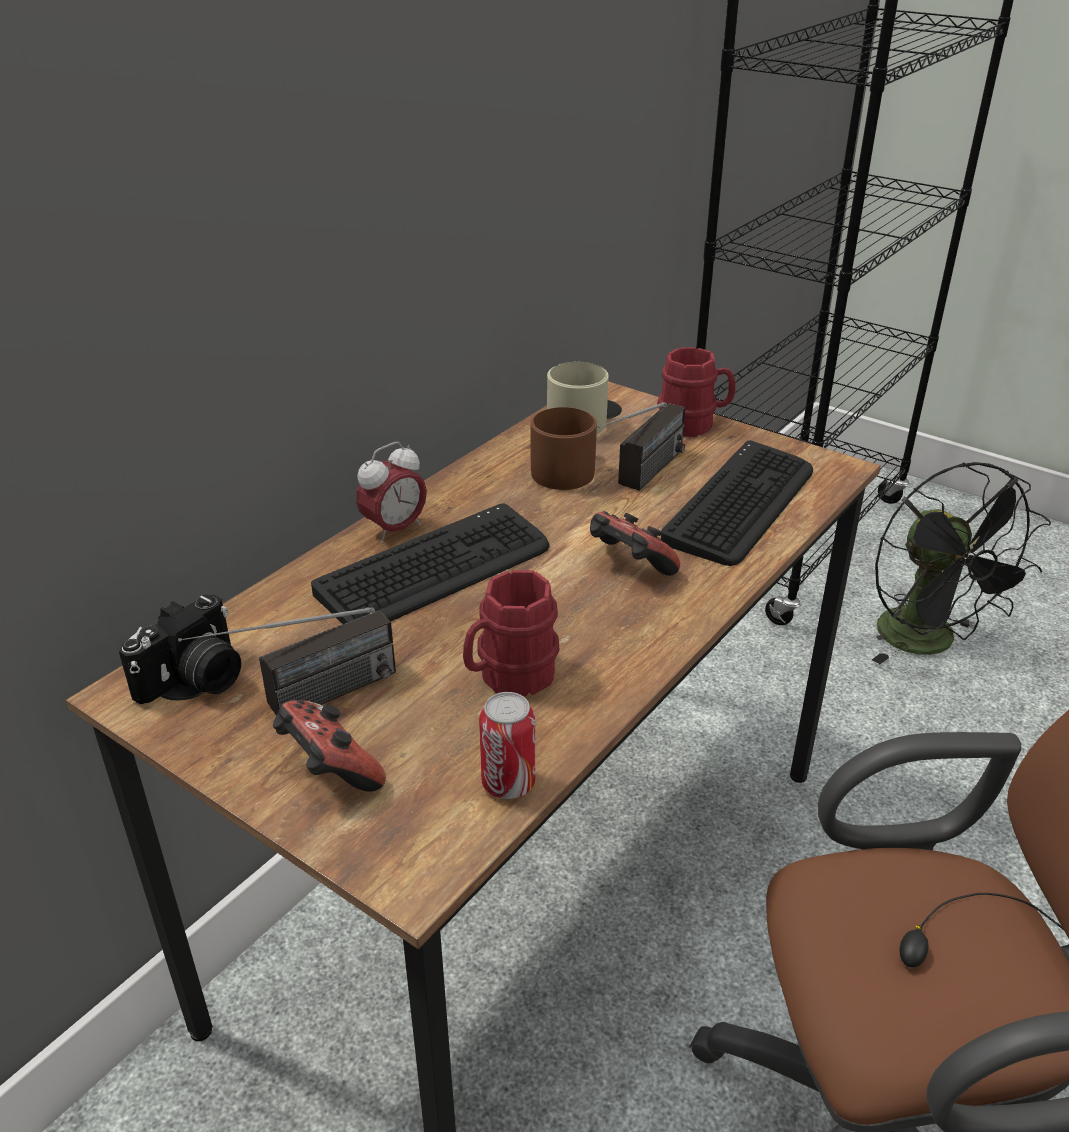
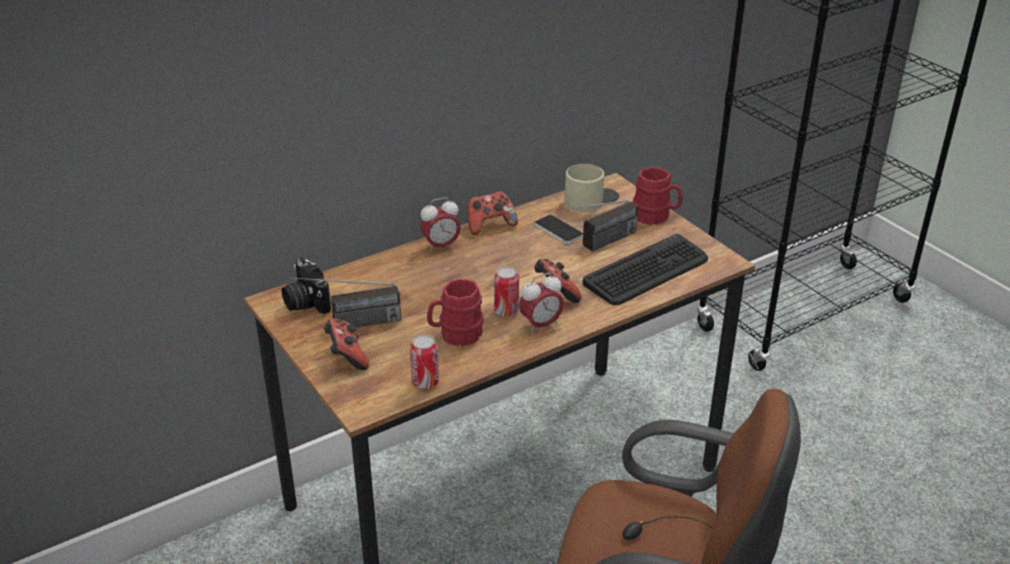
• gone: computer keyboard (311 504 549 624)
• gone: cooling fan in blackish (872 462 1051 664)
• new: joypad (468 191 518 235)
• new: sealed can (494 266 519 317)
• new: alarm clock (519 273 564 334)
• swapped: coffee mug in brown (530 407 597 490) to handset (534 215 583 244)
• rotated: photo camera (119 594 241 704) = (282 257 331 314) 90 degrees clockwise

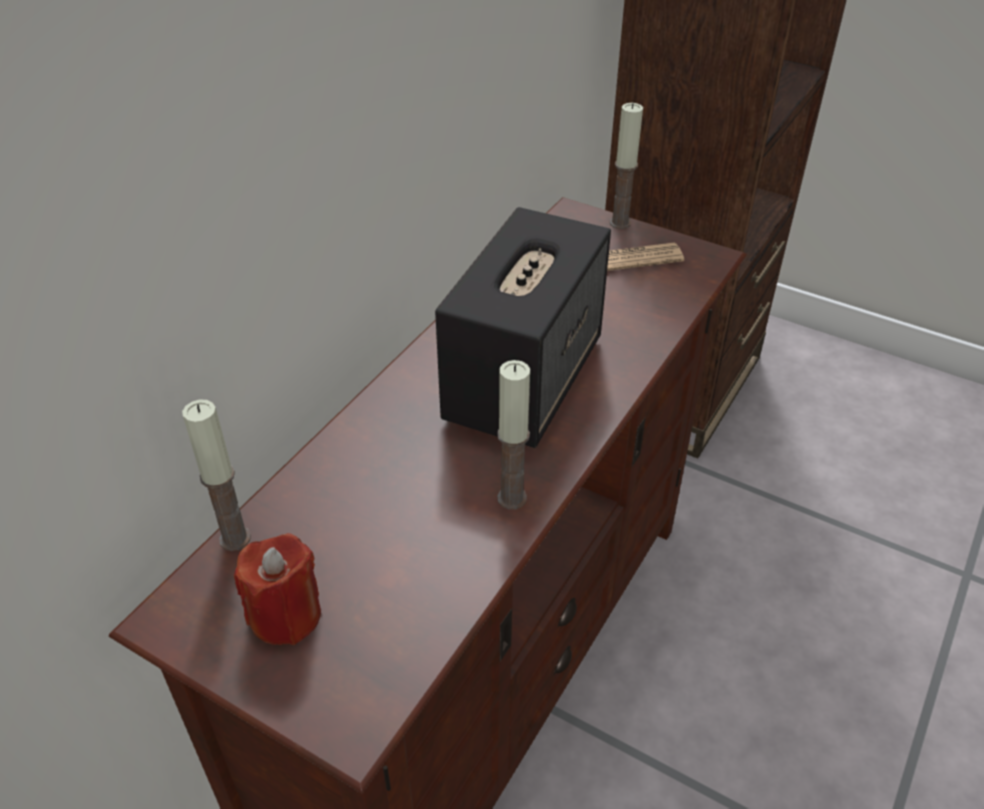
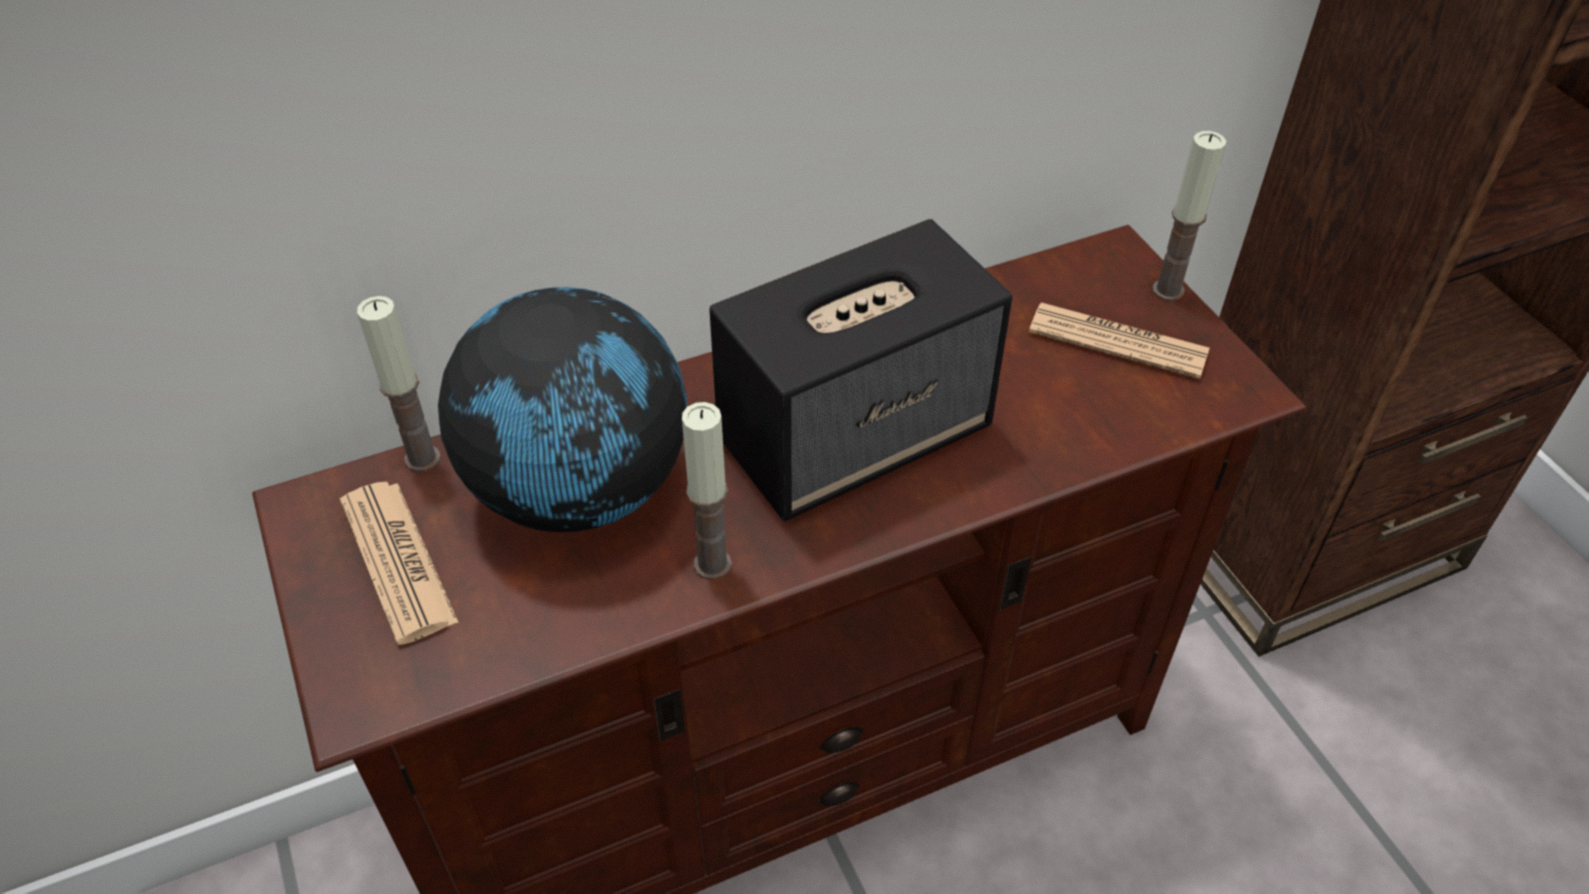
• new: globe (438 287 687 532)
• swapped: wax light in red-coloured (234 533 321 645) to daily paper (340 482 459 645)

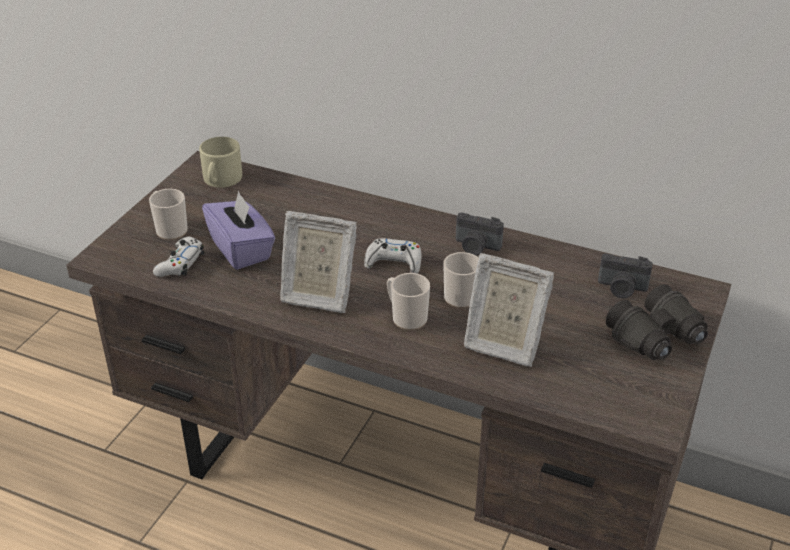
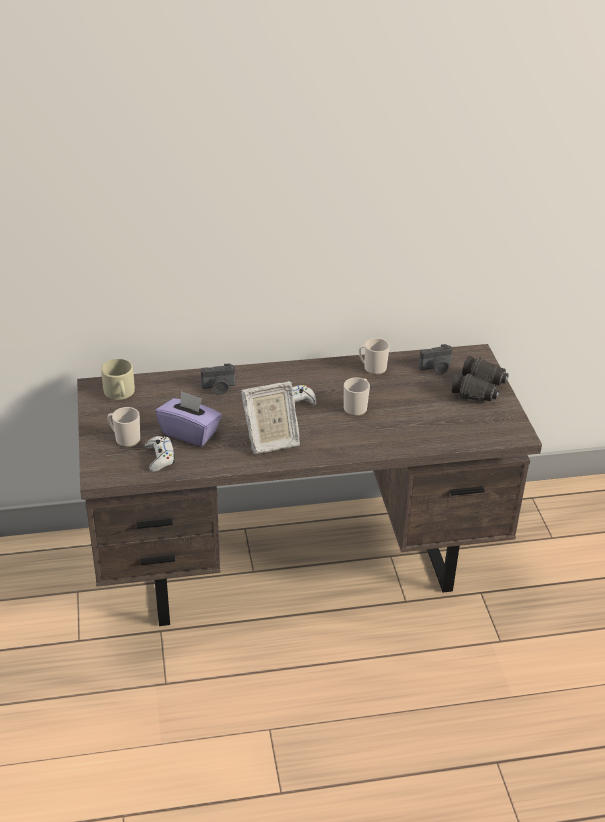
• gone: standing frame (464 253 554 367)
• shifted: coffee mug (387 273 430 330) to (359 338 390 375)
• shifted: photo camera (456 212 504 256) to (201 364 235 394)

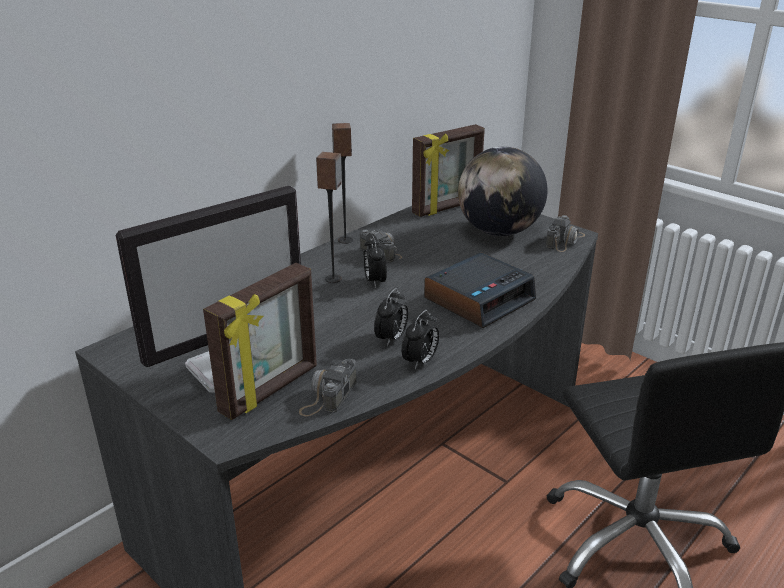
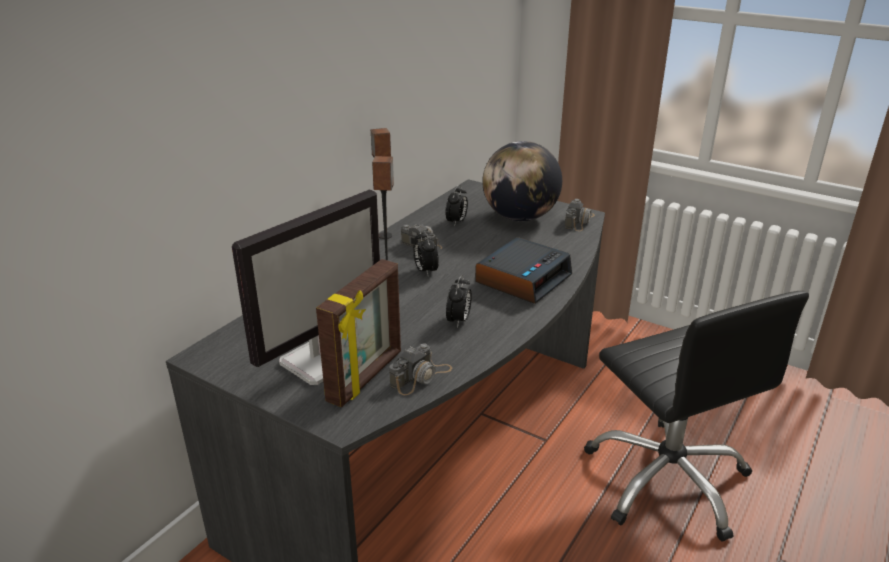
• gone: standing frame (412 124 485 217)
• shifted: alarm clock (401 310 439 370) to (445 184 468 225)
• rotated: photo camera (299 358 357 416) = (389 343 452 395) 150 degrees counterclockwise

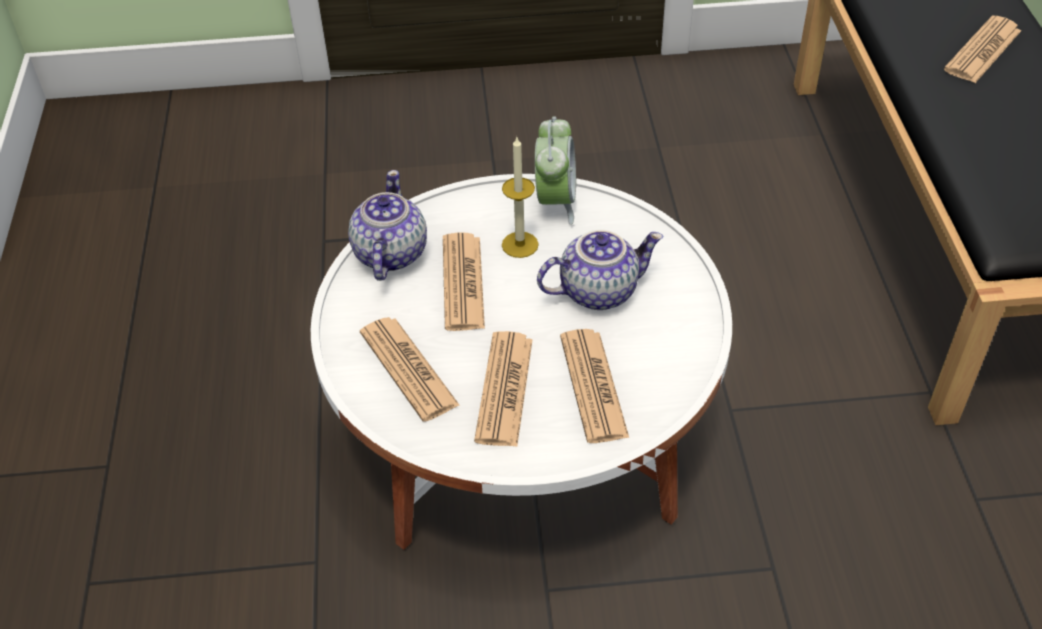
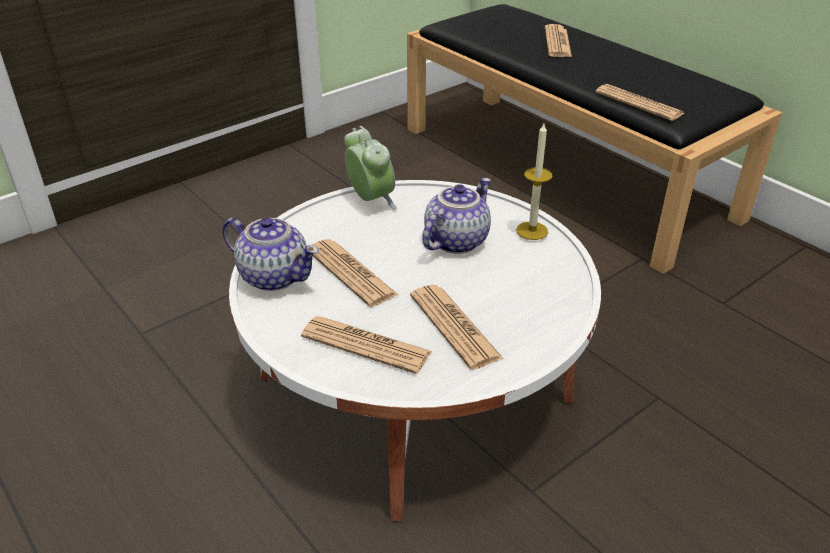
• shifted: wax light (502 137 539 258) to (516 123 553 240)
• shifted: daily paper (560 329 629 443) to (596 84 685 121)
• rotated: pot for tea (348 170 427 281) = (222 217 319 291) 150 degrees clockwise

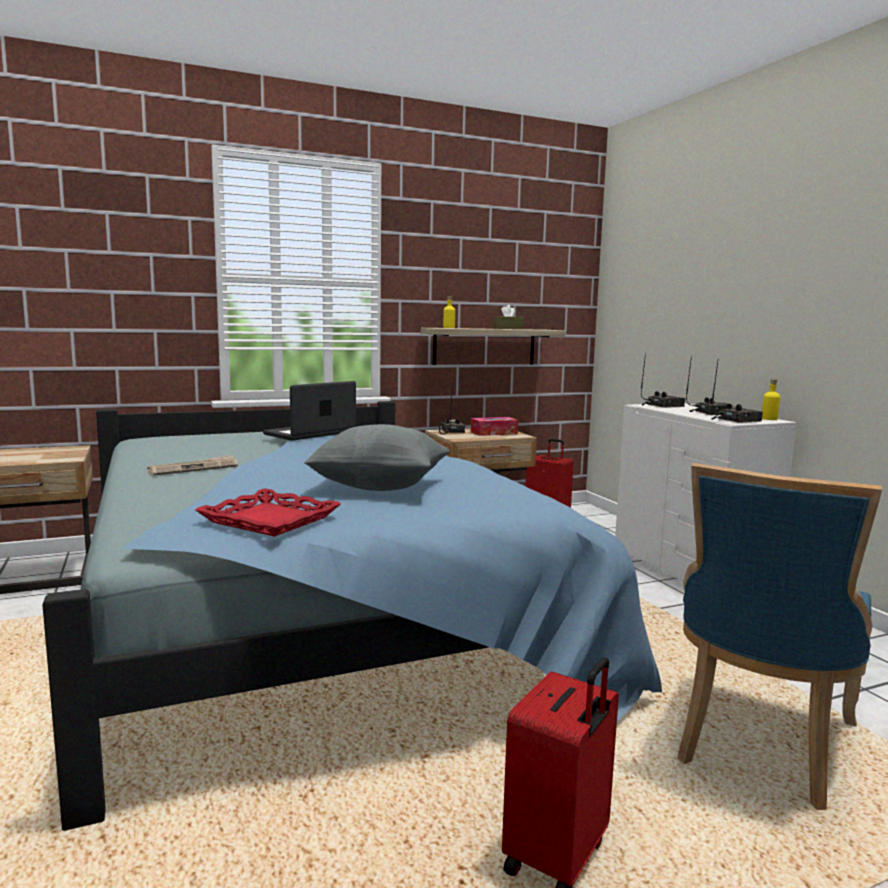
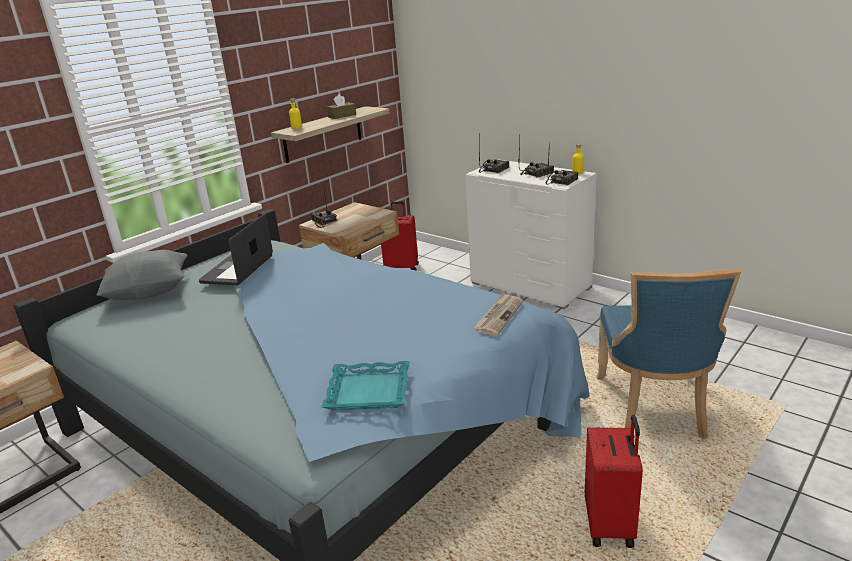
• gone: tissue box (471 417 518 436)
• shifted: daily paper (147 455 238 476) to (473 293 523 336)
• shifted: pillow in grey (304 424 450 491) to (97 250 188 300)
• repainted: serving tray in red-coloured (195 488 341 537) to serving tray in turquoise (321 361 410 410)

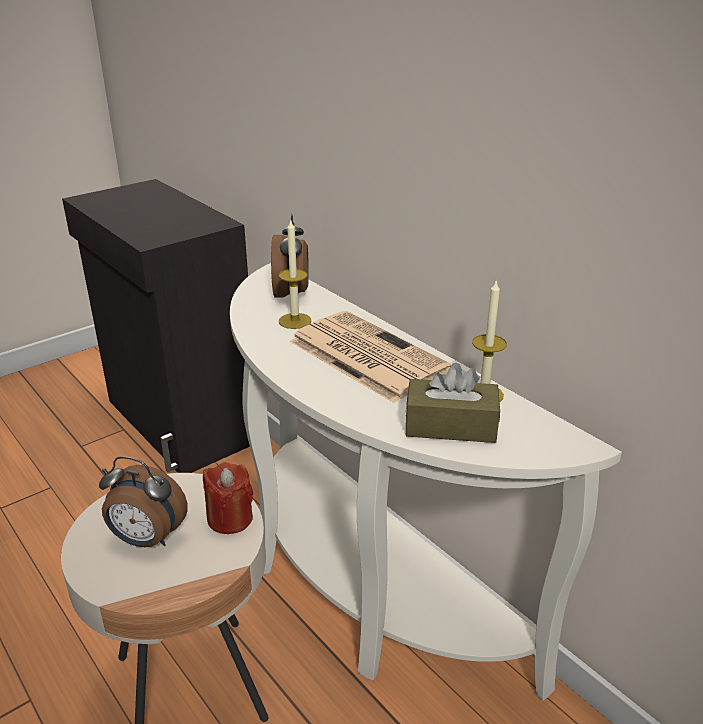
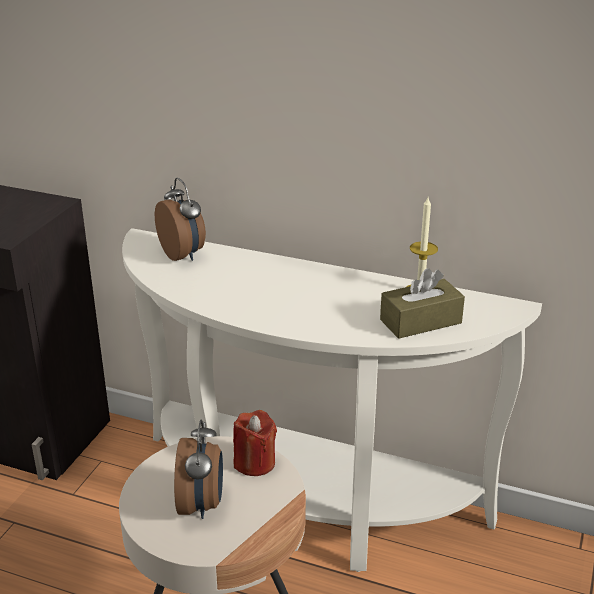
• gone: wax light (279 220 312 329)
• gone: daily paper (289 311 452 403)
• rotated: alarm clock (99 456 188 547) = (174 419 223 519) 75 degrees counterclockwise

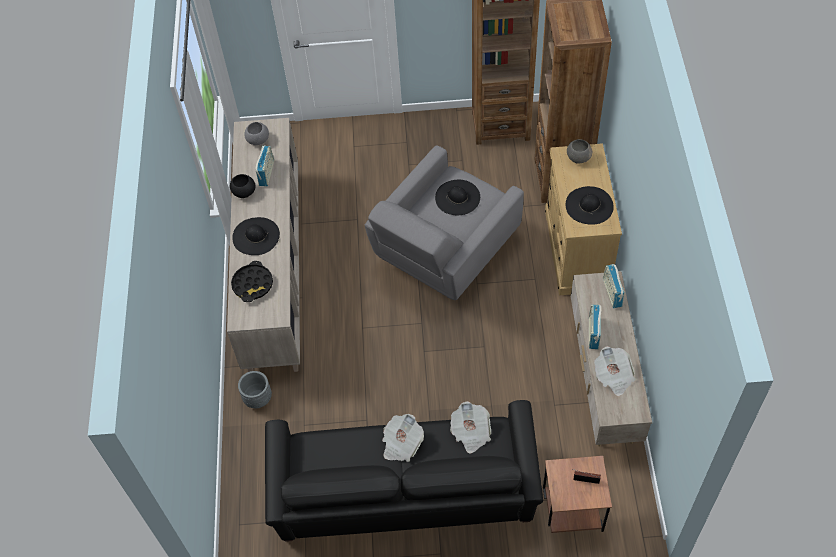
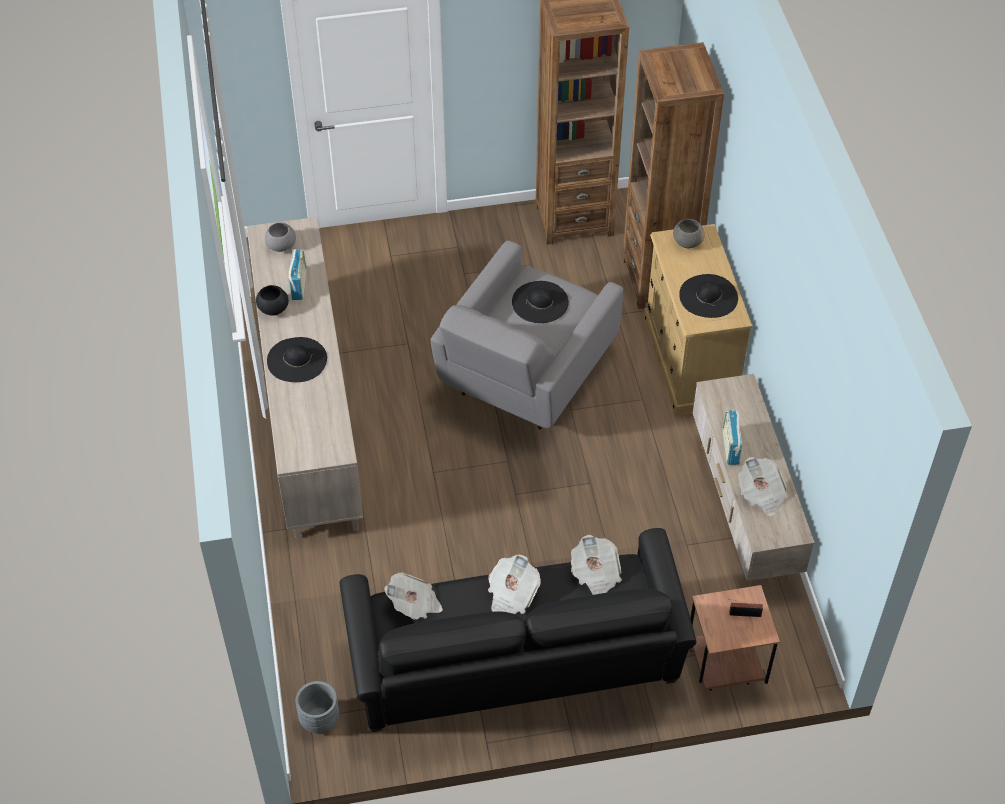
• gone: serving tray in blackish (231 261 273 302)
• gone: radio (603 264 624 308)
• new: daily paper (384 572 443 620)
• shifted: plant pot in grey (238 371 272 408) to (295 681 339 733)

